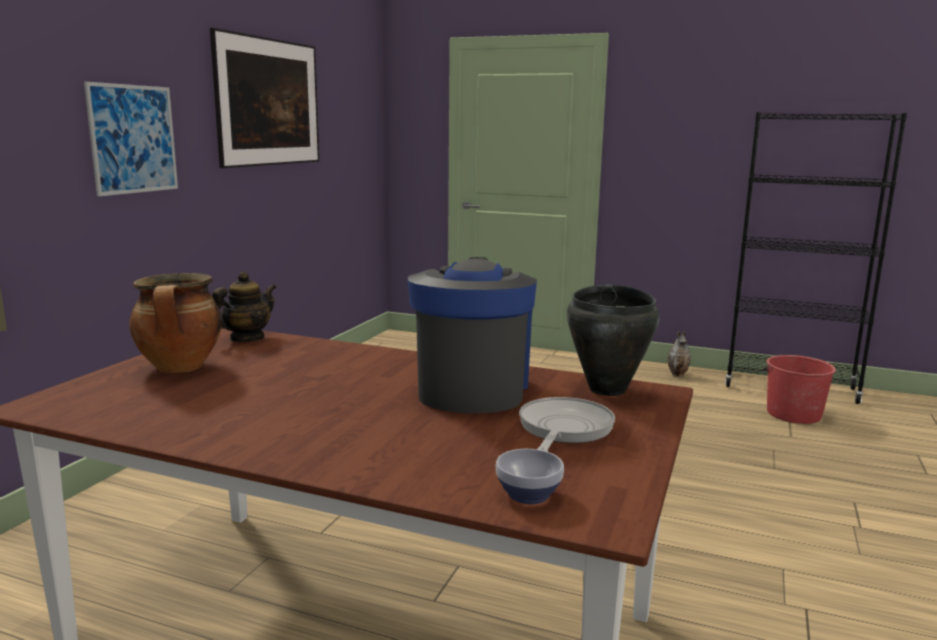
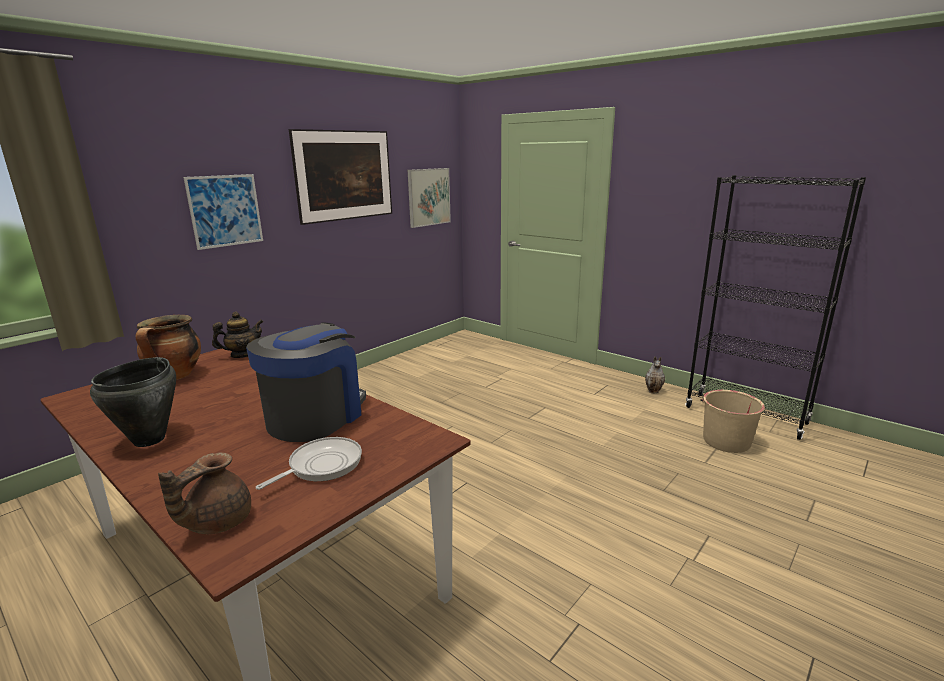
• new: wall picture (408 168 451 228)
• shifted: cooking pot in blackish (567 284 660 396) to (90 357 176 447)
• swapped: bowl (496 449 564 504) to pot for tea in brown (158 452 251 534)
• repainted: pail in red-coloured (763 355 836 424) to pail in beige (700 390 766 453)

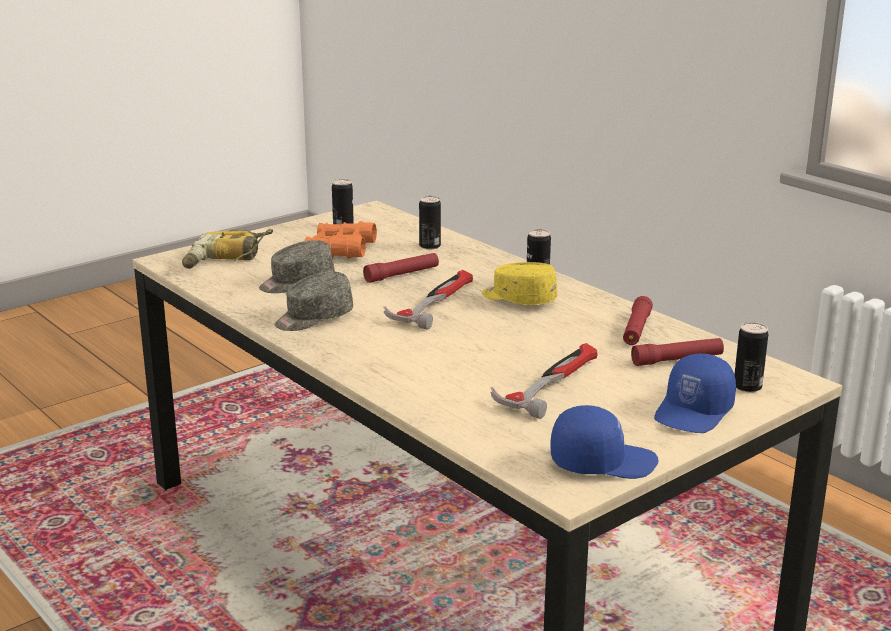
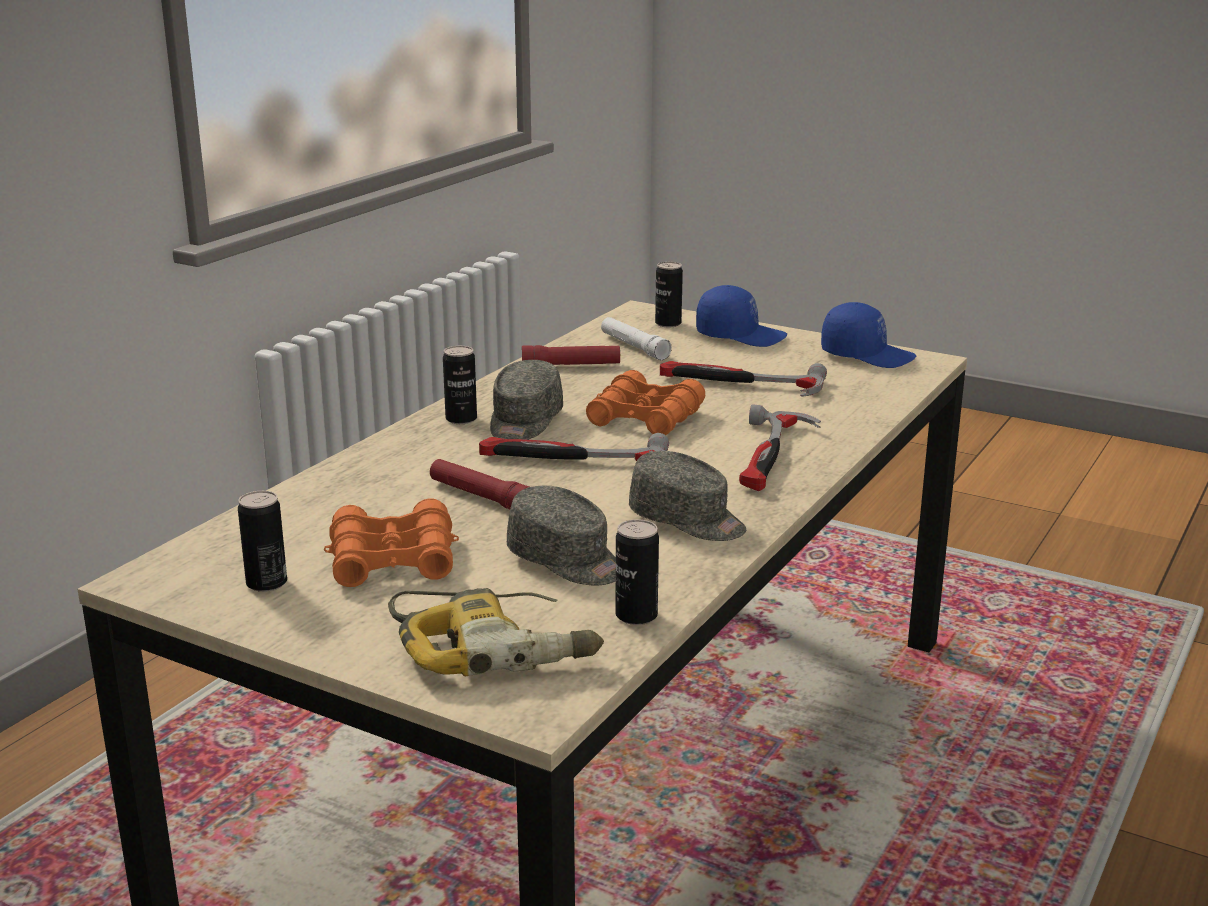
• new: field glasses in orangey (586 370 705 435)
• new: tool hammer (739 404 821 491)
• shifted: sealed can (419 196 441 249) to (616 519 659 625)
• repainted: cap in yellowish (482 262 557 305) to cap in grey (490 360 563 440)
• repainted: hand torch in red-coloured (631 338 724 366) to hand torch in white (601 317 672 360)
• rotated: cap in blue (550 405 658 479) = (821 302 916 368) 135 degrees clockwise

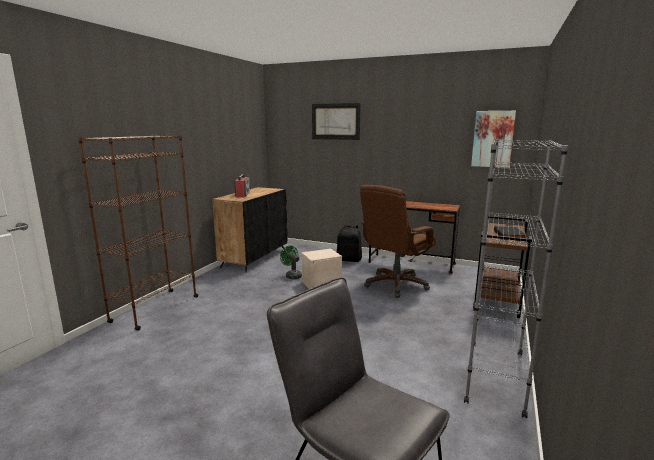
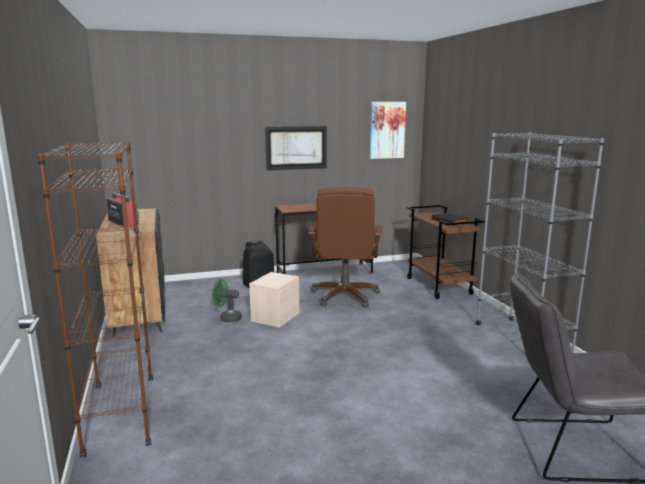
• shifted: wall picture (312 103 360 140) to (265 126 327 170)

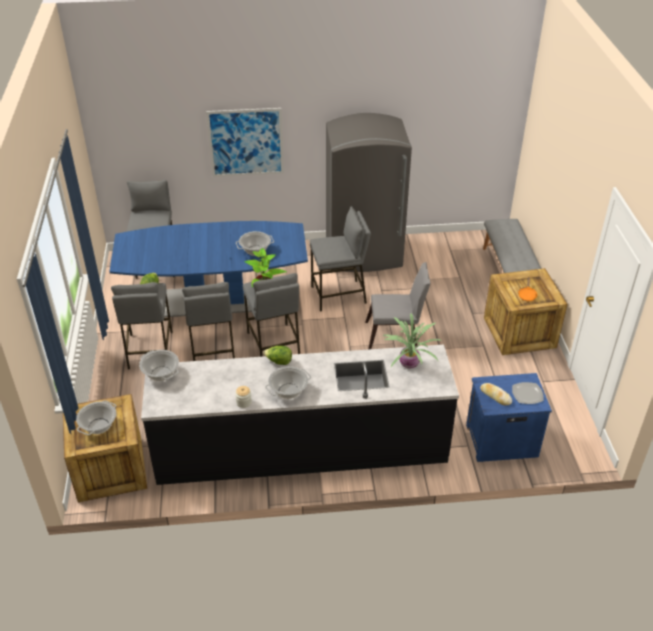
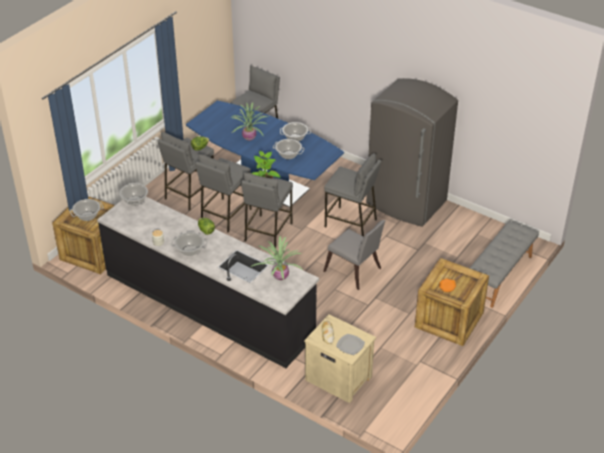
• gone: wall picture (206 108 284 177)
• new: potted plant (232 102 268 141)
• new: cooking pot (280 122 311 141)
• repainted: night table in blue (466 373 552 462) to night table in beige (304 314 376 403)

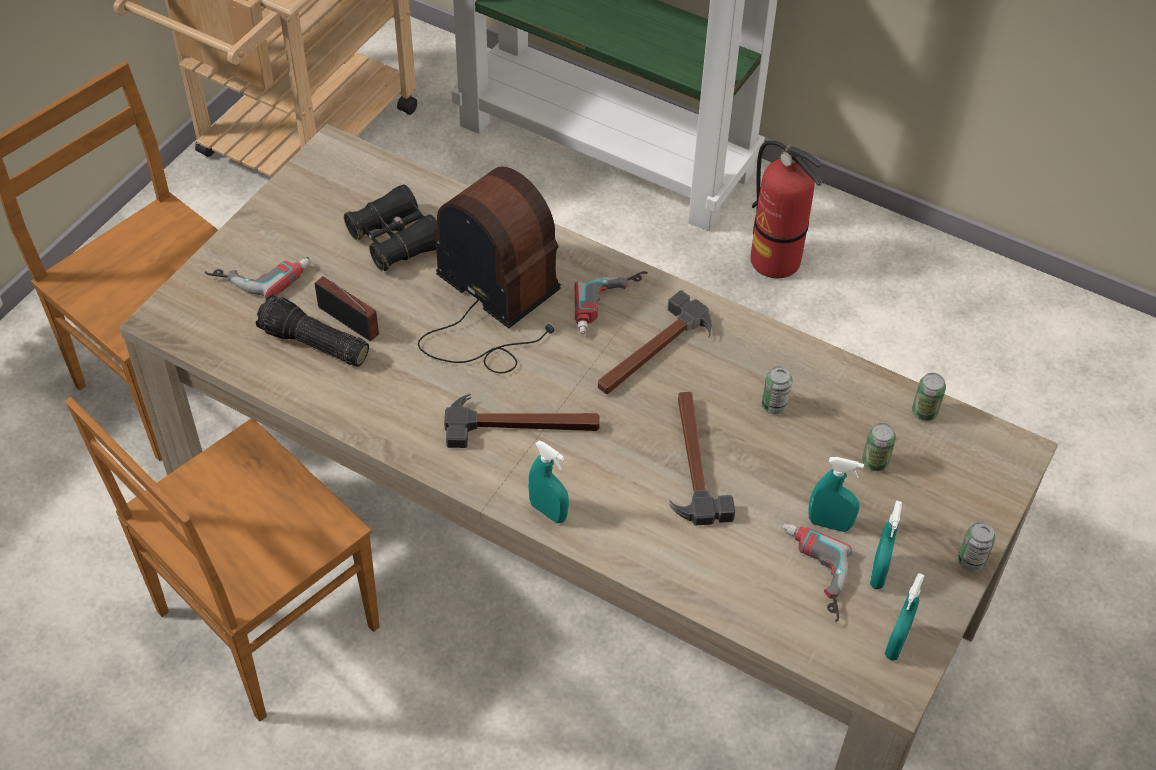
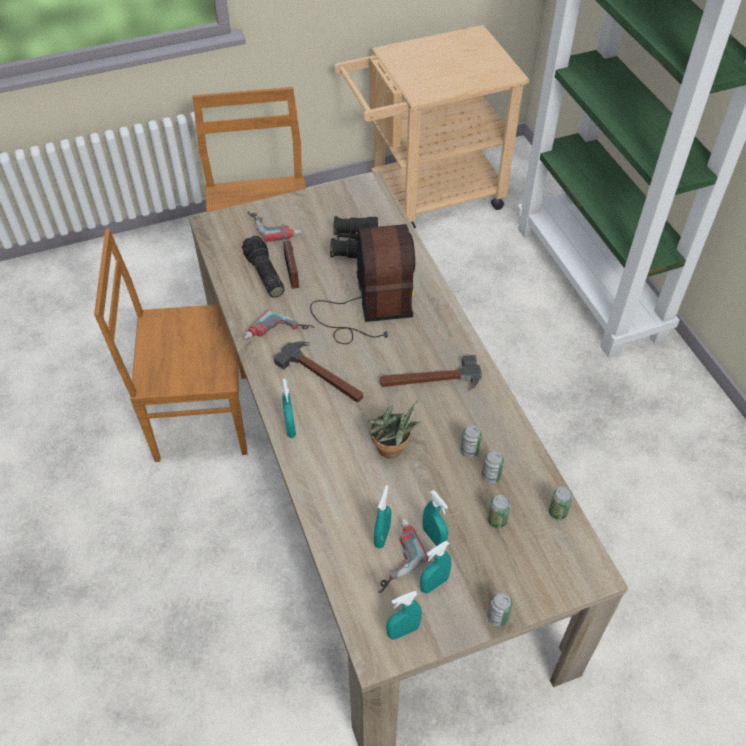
• gone: fire extinguisher (751 140 822 278)
• new: hand sprayer in turquoise (374 485 391 549)
• new: sealed can (482 450 504 483)
• shifted: drill (574 271 648 334) to (244 310 315 340)
• swapped: tool hammer (669 392 735 525) to potted plant (368 400 421 458)

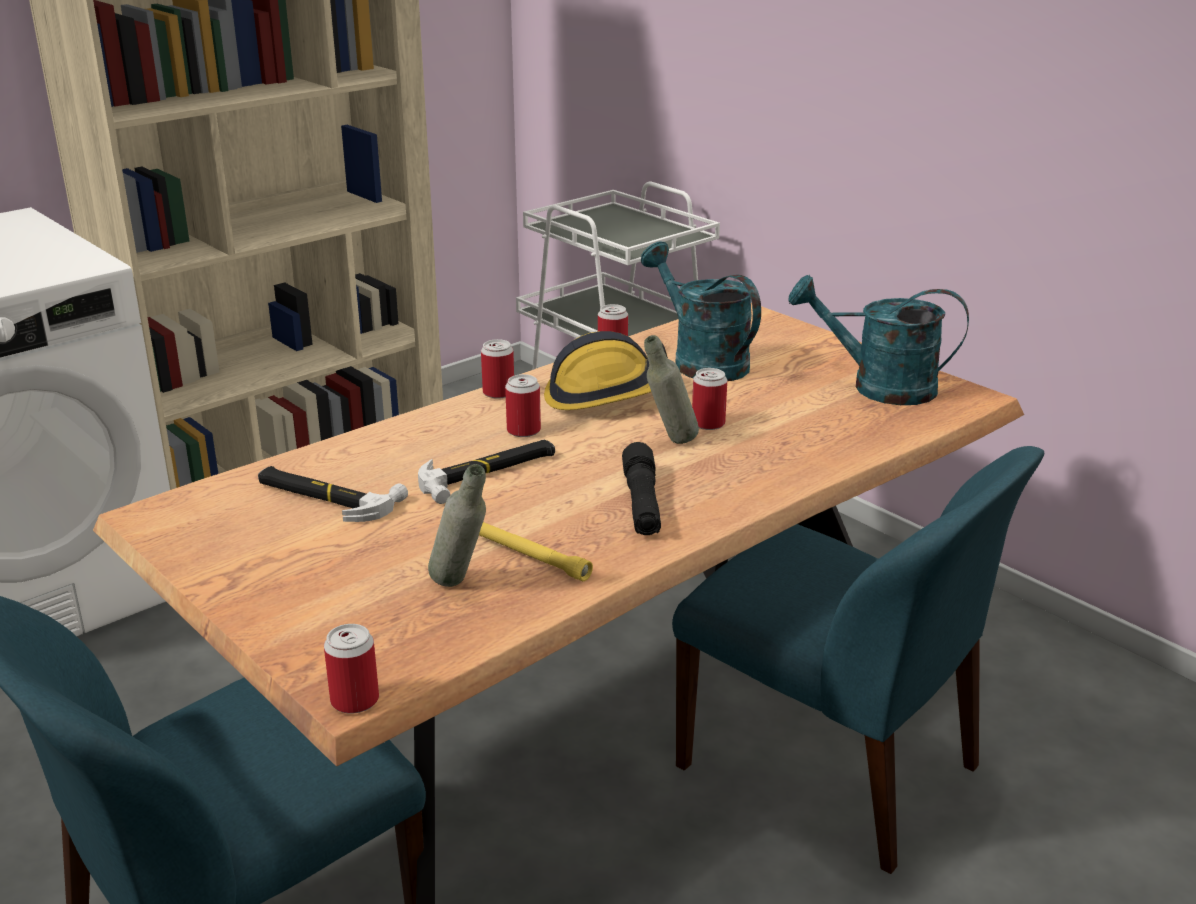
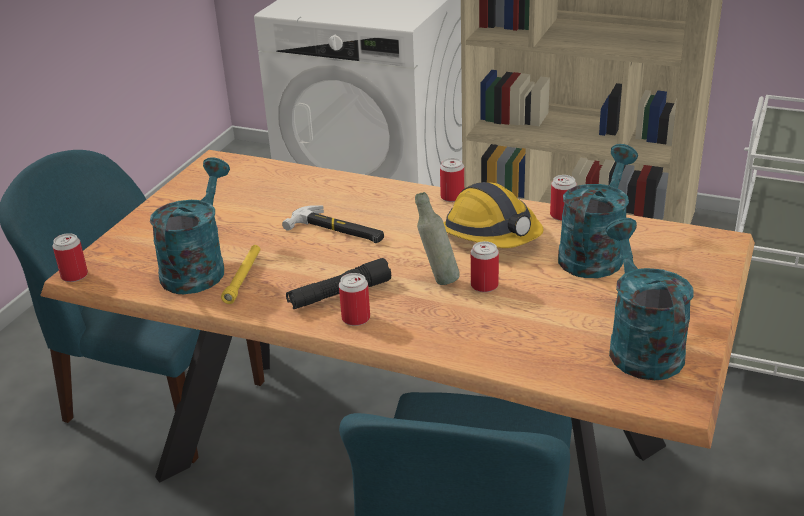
• gone: tool hammer (258 466 408 522)
• shifted: sealed can (505 374 541 437) to (339 273 370 326)
• swapped: drink bottle in grey (428 464 486 587) to watering can in turquoise (150 157 230 294)

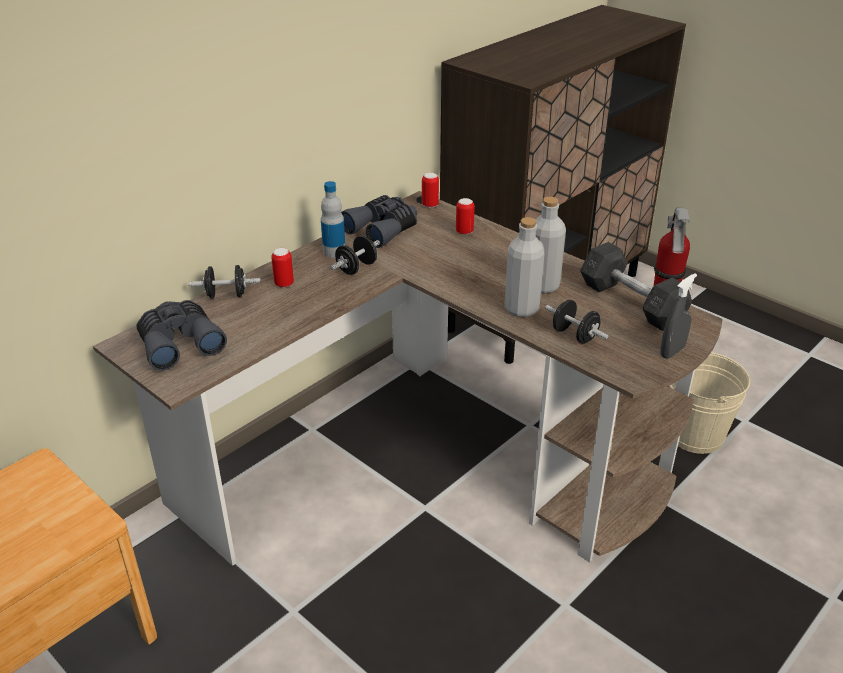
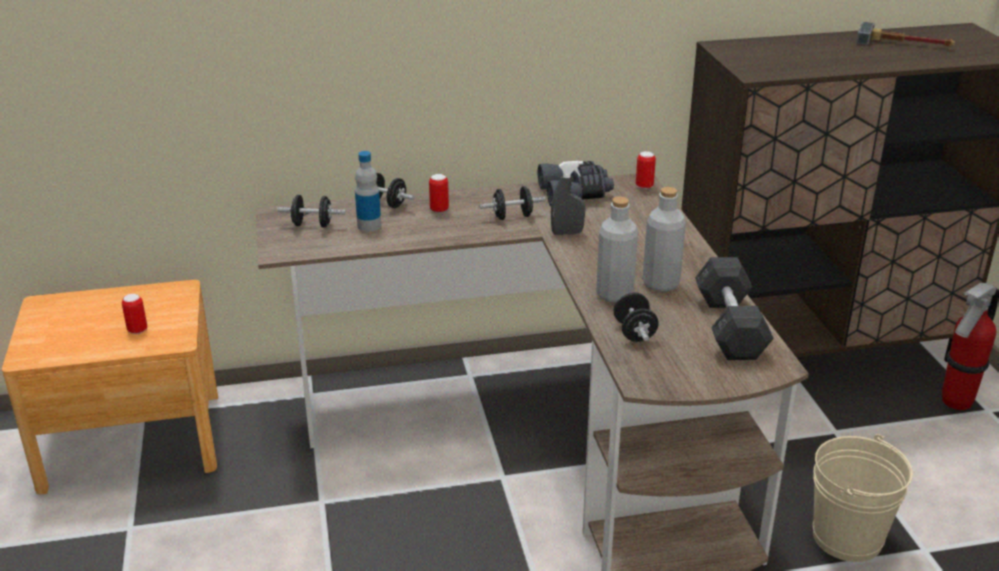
• new: tool hammer (856 22 955 47)
• shifted: drink bottle (321 181 345 258) to (355 151 381 232)
• shifted: sealed can (456 198 475 235) to (122 294 147 334)
• shifted: hand sprayer in grey (660 273 697 359) to (551 161 586 235)
• swapped: field glasses in grey (136 300 227 371) to free weight in blackish (277 195 346 228)

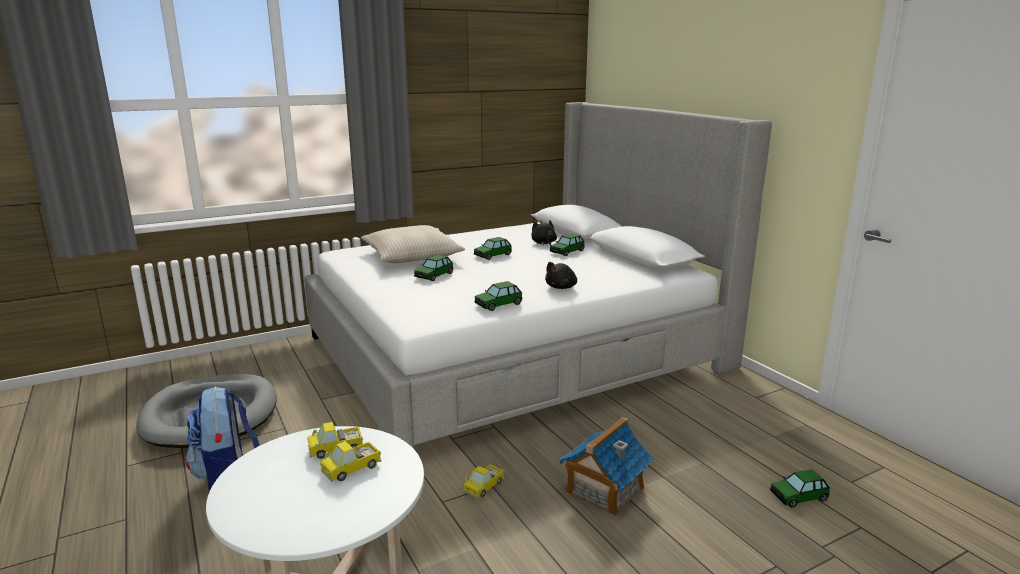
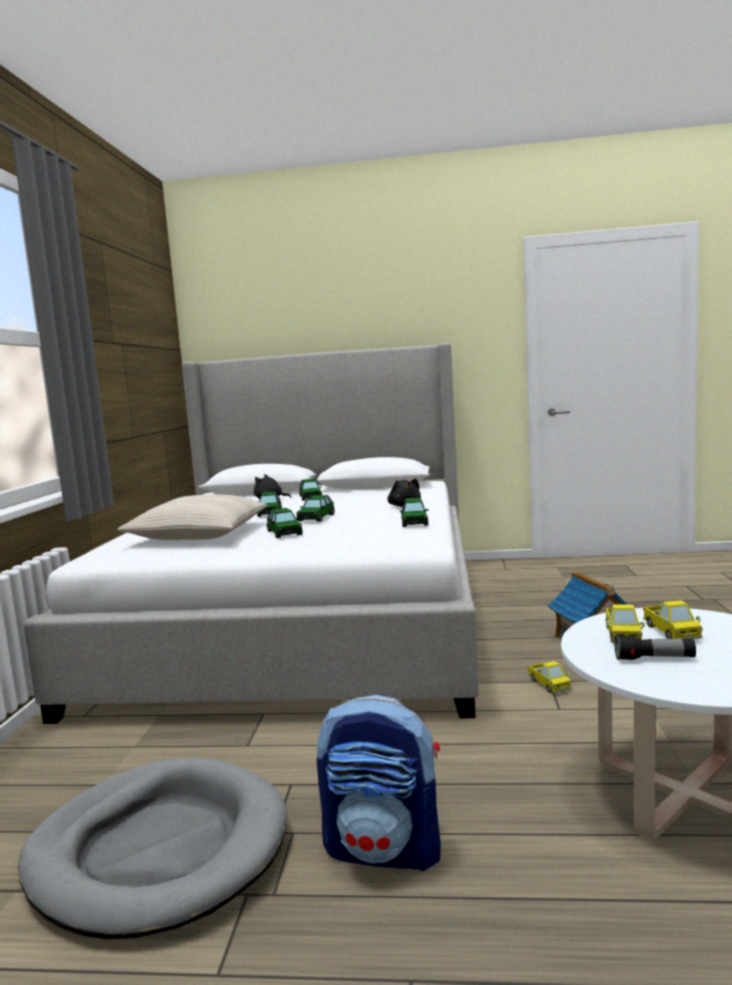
• new: hand torch (614 636 696 660)
• shifted: toy car (770 469 830 507) to (297 495 335 522)

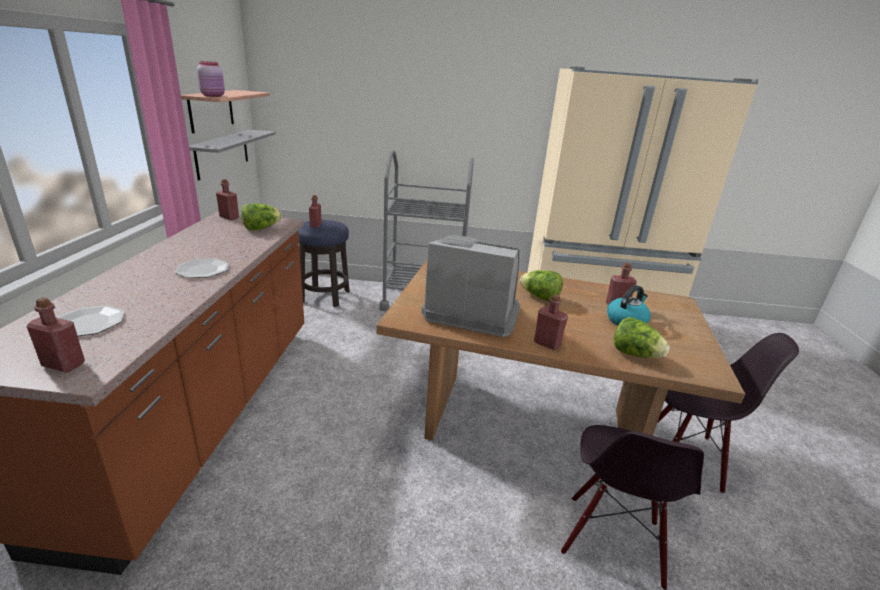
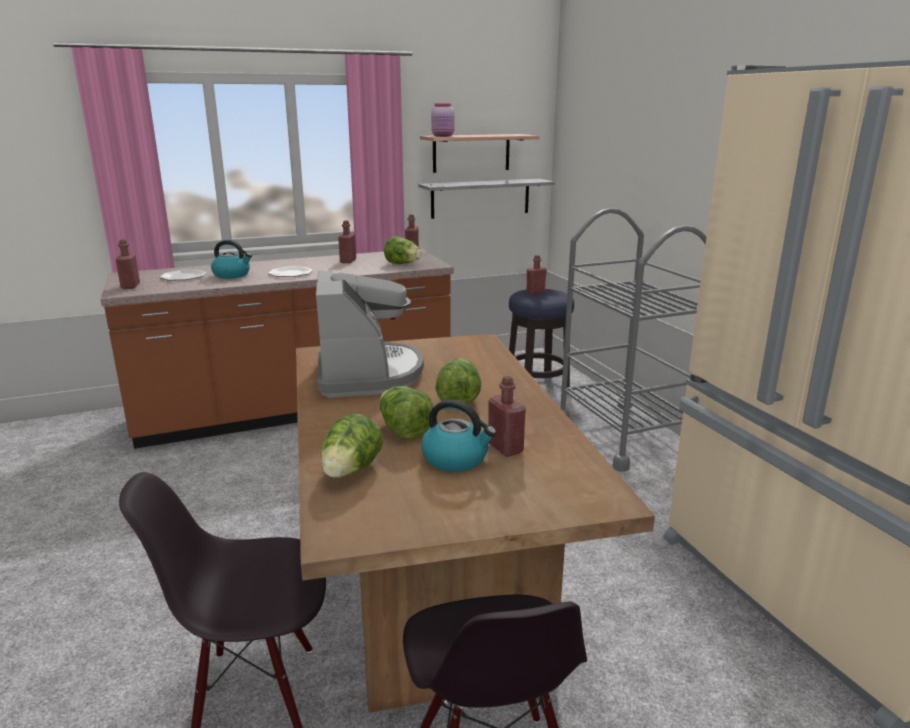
• new: tea kettle (211 240 252 279)
• new: lettuce (380 386 434 440)
• shifted: drink bottle in red-coloured (534 294 568 350) to (338 220 356 263)

